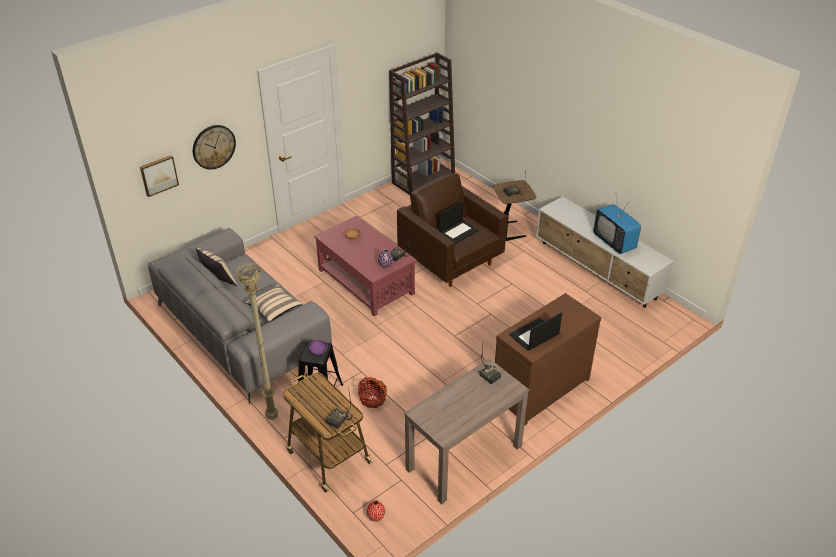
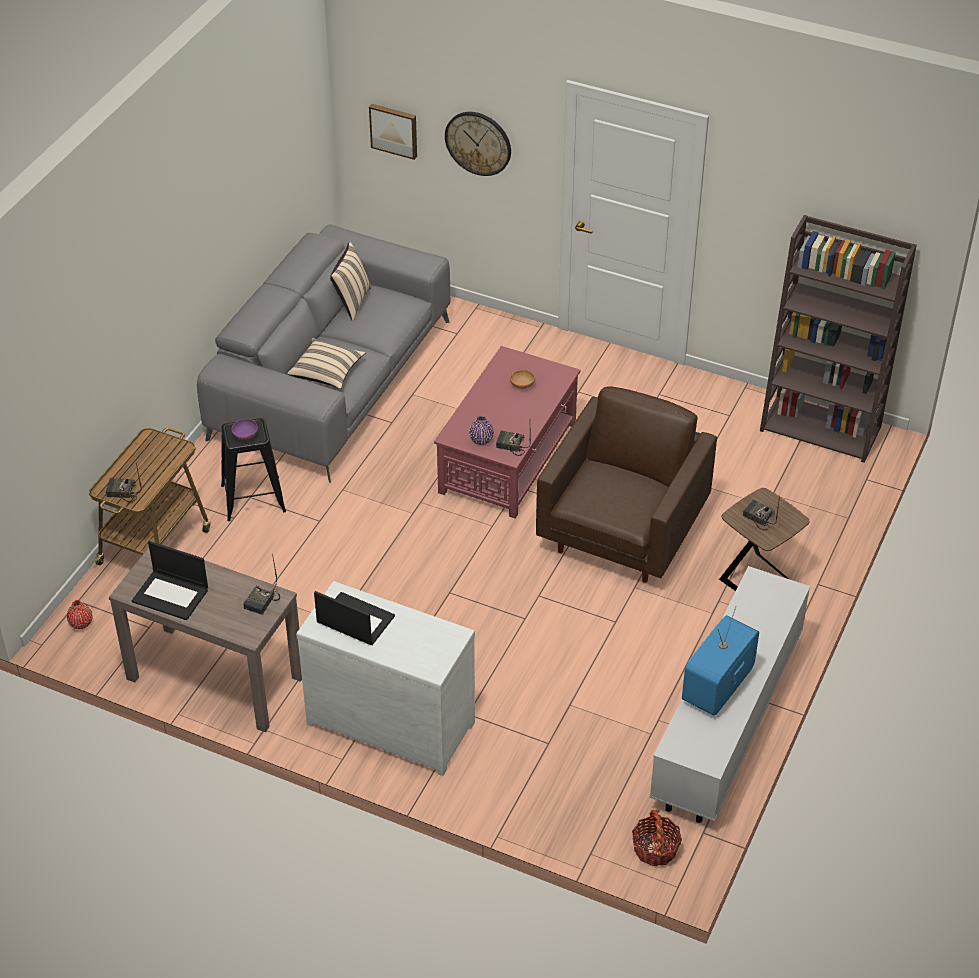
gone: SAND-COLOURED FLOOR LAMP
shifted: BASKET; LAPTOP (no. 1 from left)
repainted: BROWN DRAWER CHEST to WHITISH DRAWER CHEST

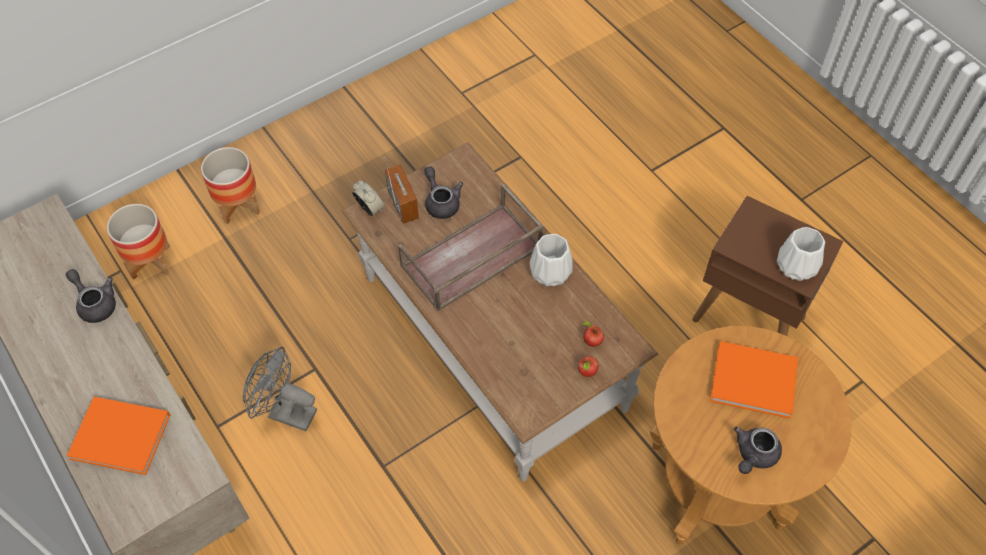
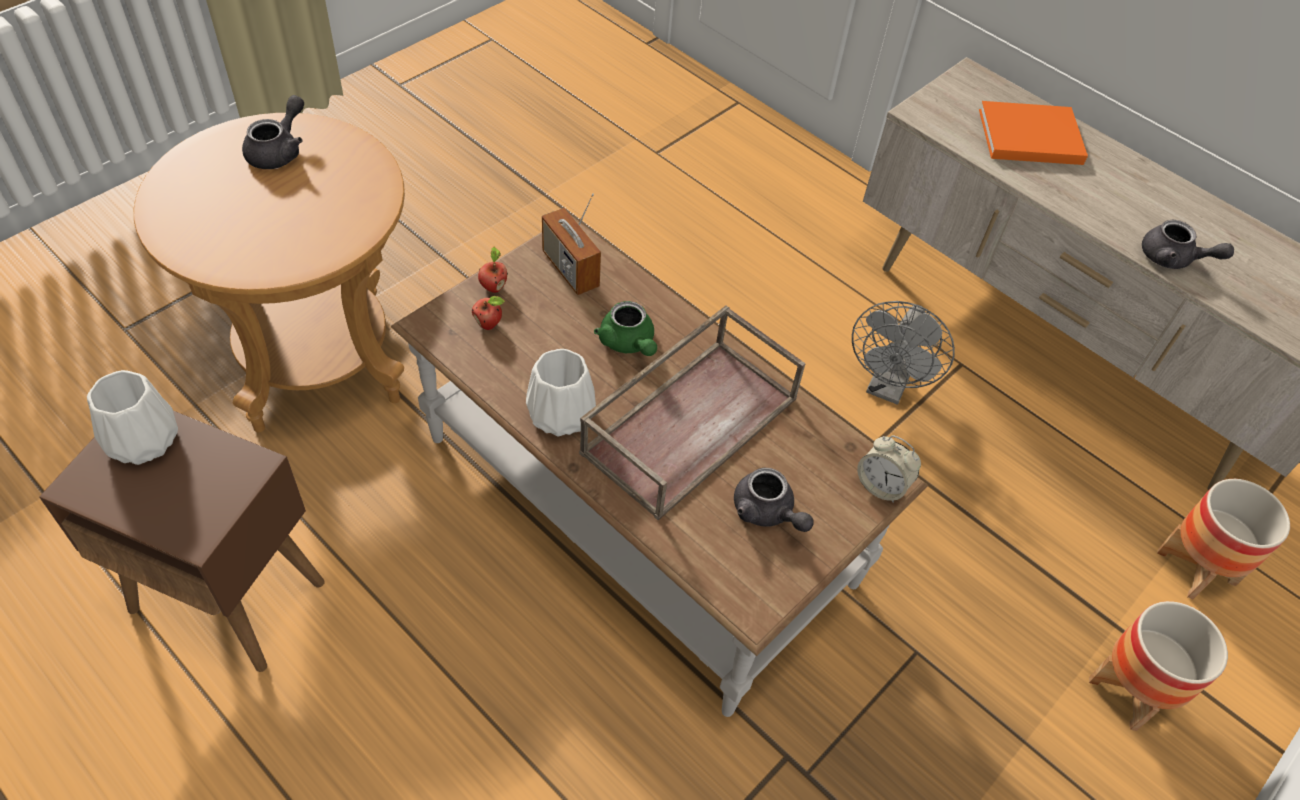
gone: ORANGE-COLOURED BOOK (no. 2 from left)
new: GREEN-COLOURED TEA POT
shifted: RADIO
rotated: GRAY COOLING FAN 105 degrees clockwise

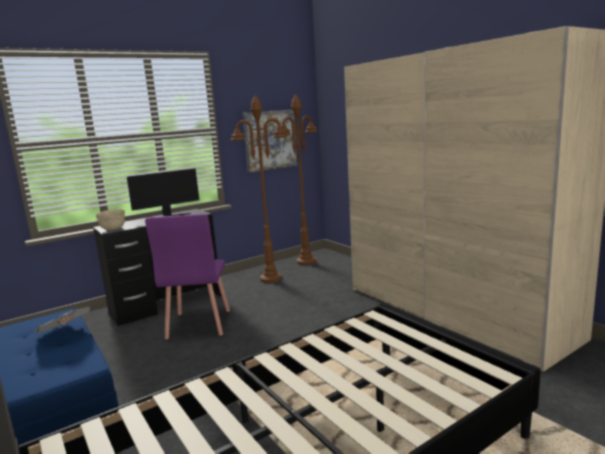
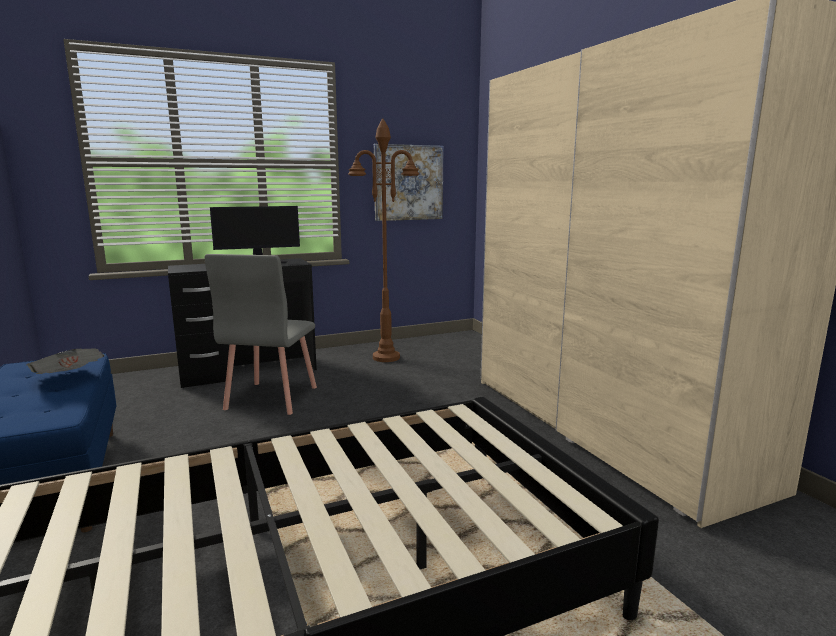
gone: SAND-COLOURED SERVING BOWL; BROWN FLOOR LAMP (no. 2 from left)
repainted: PURPLE UPRIGHT CHAIR to GRAY UPRIGHT CHAIR

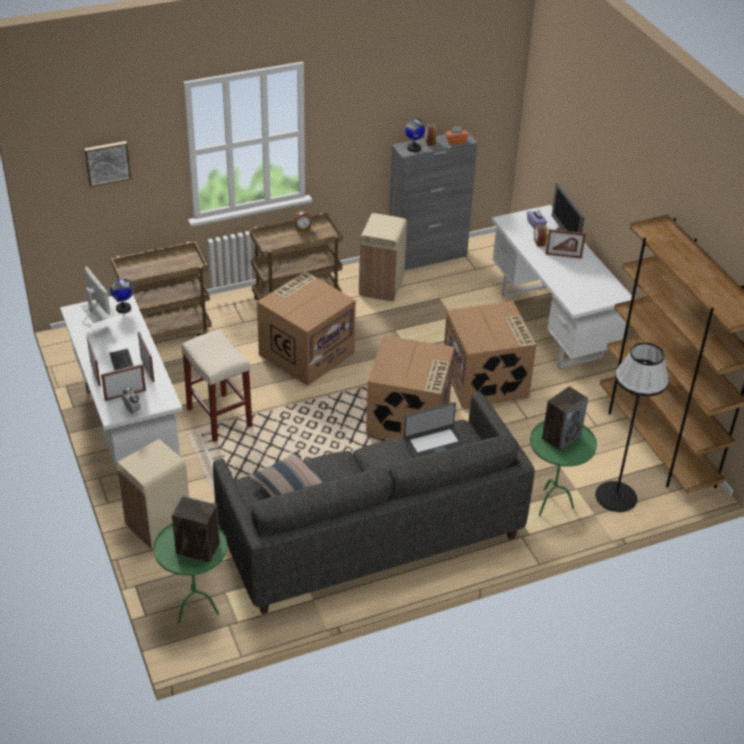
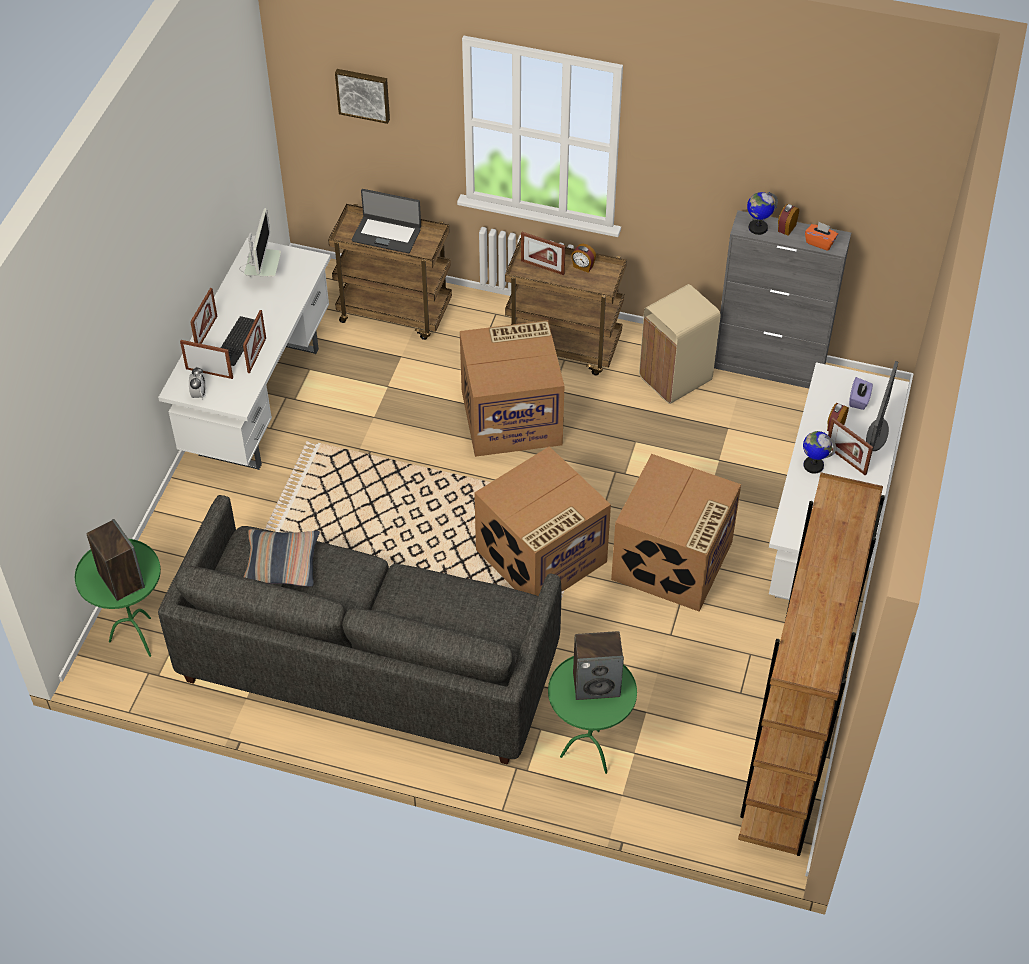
gone: SAND-COLOURED WASTE BIN (no. 1 from left); SAND-COLOURED SITTING STOOL; BLACK FLOOR LAMP
new: STANDING FRAME (no. 4 from left)
shifted: WORLD GLOBE (no. 1 from left in the first image) to WORLD GLOBE (no. 2 from left); LAPTOP

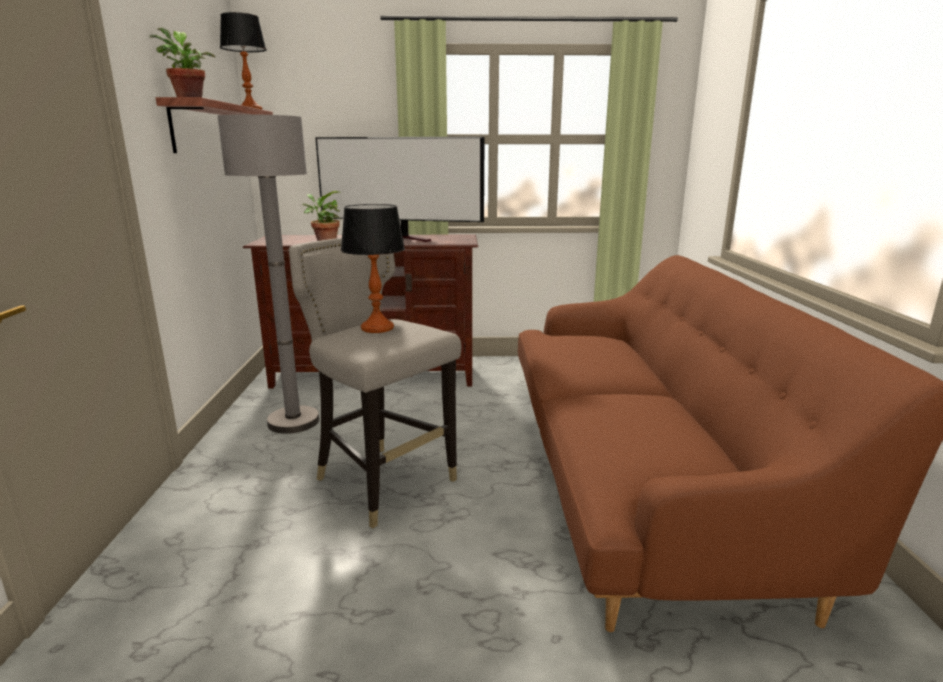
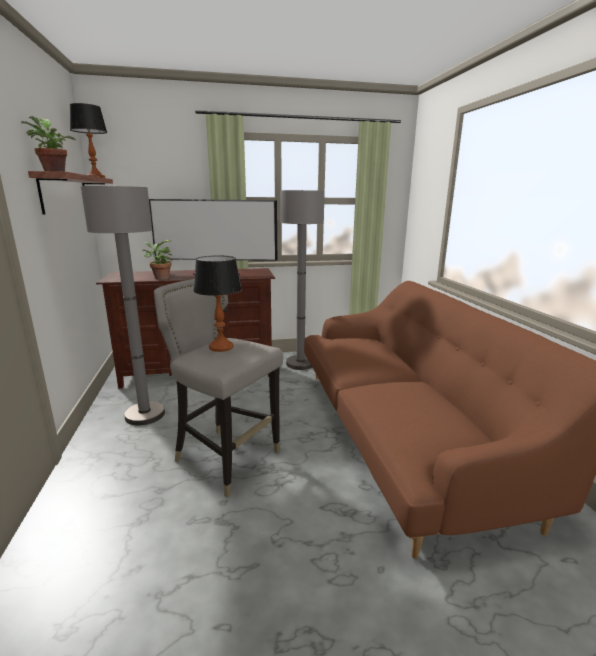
new: GRAY FLOOR LAMP (no. 2 from left)

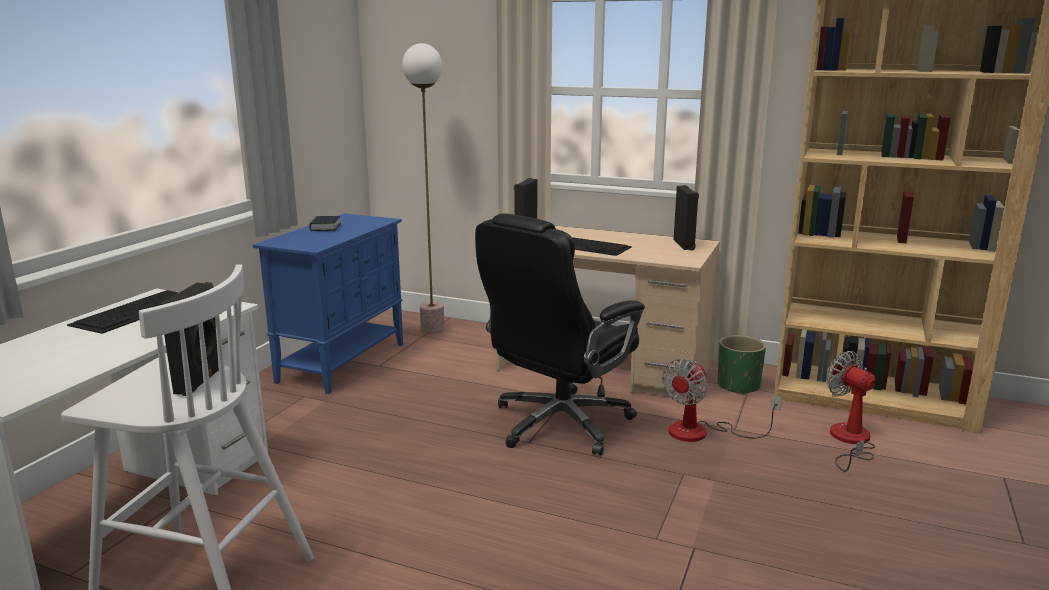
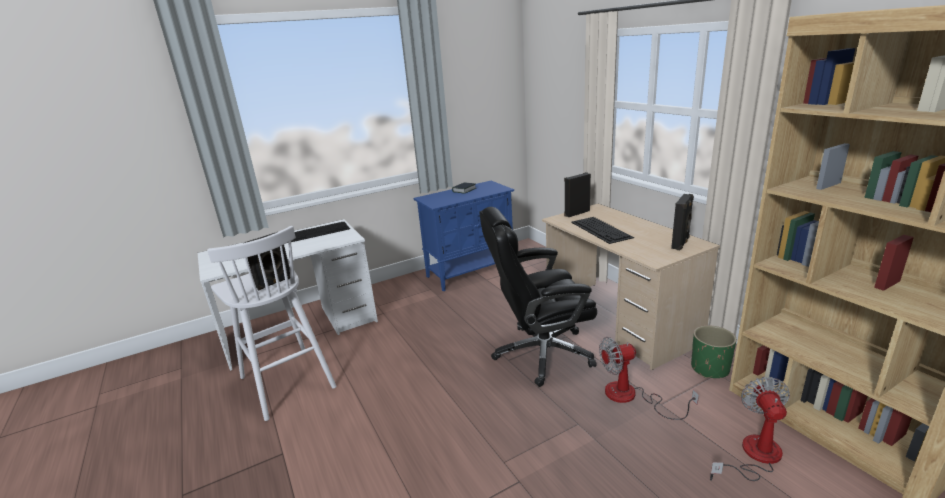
gone: FLOOR LAMP

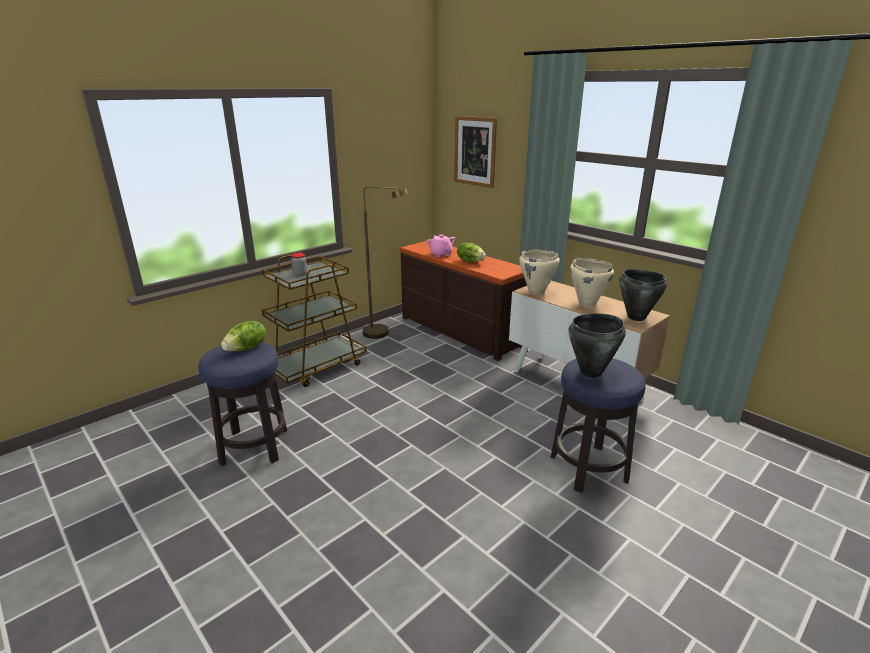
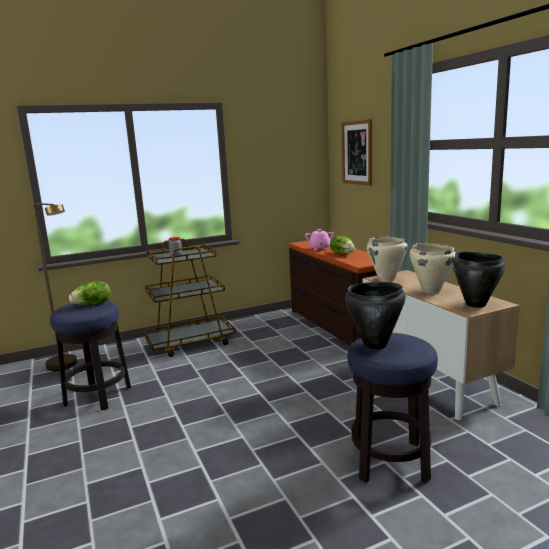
shifted: BROWN FLOOR LAMP

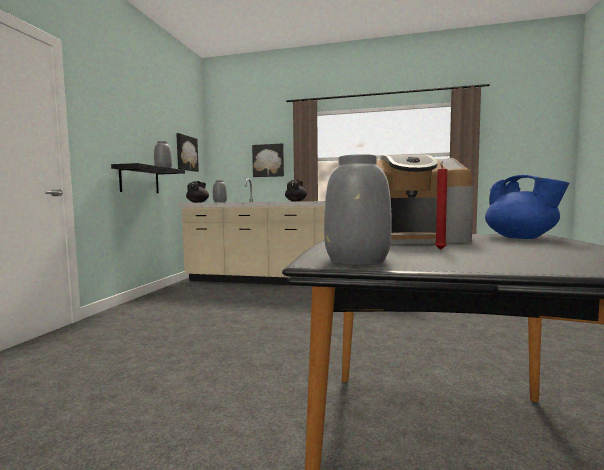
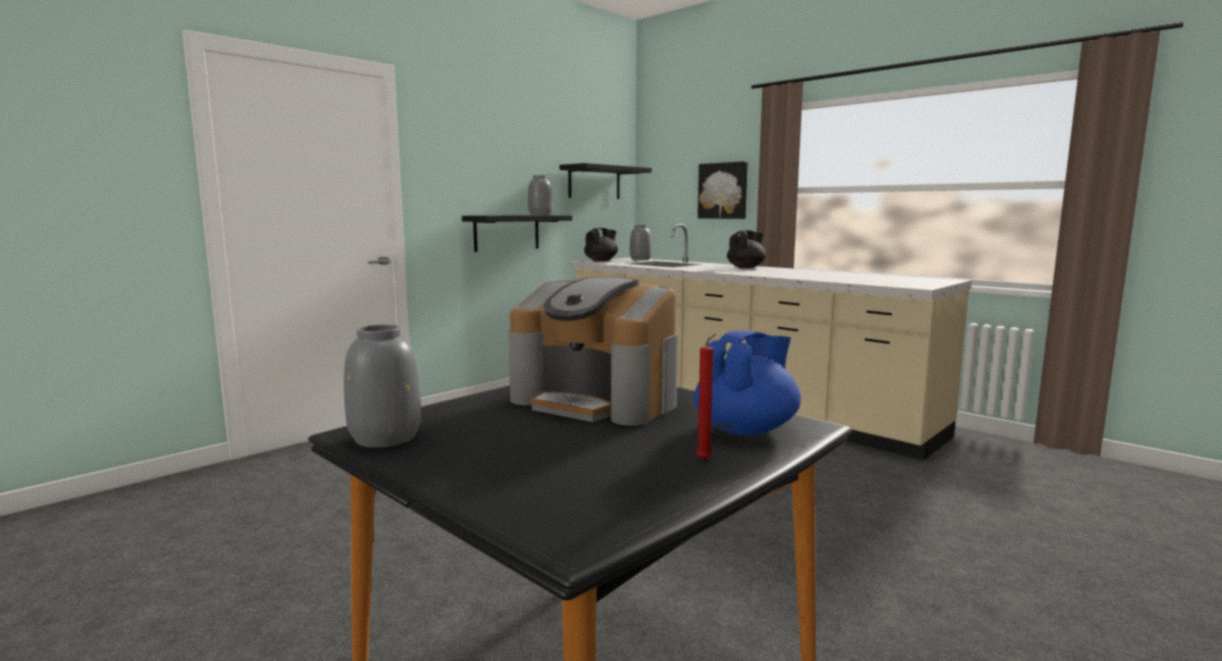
shifted: RED WAX CANDLE
swapped: WALL PICTURE (no. 1 from left) to BLACK BRACKET SHELF (no. 2 from left)
rotated: BLUISH TEA POT 135 degrees counterclockwise

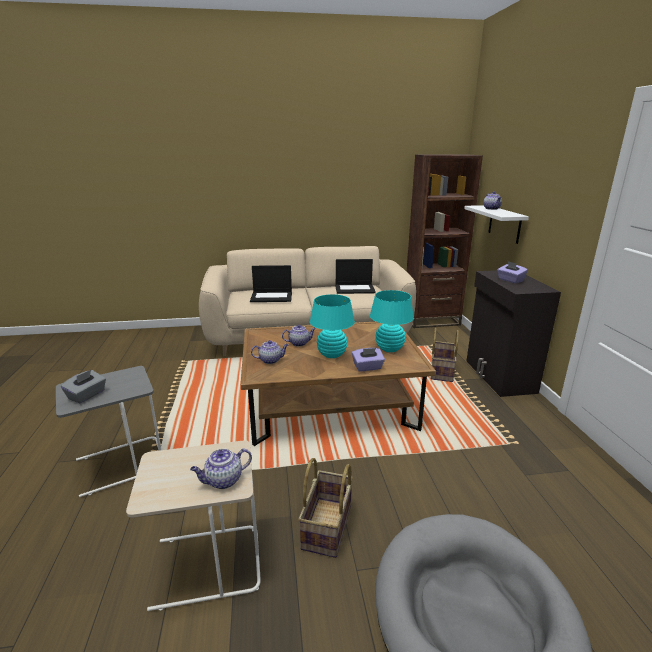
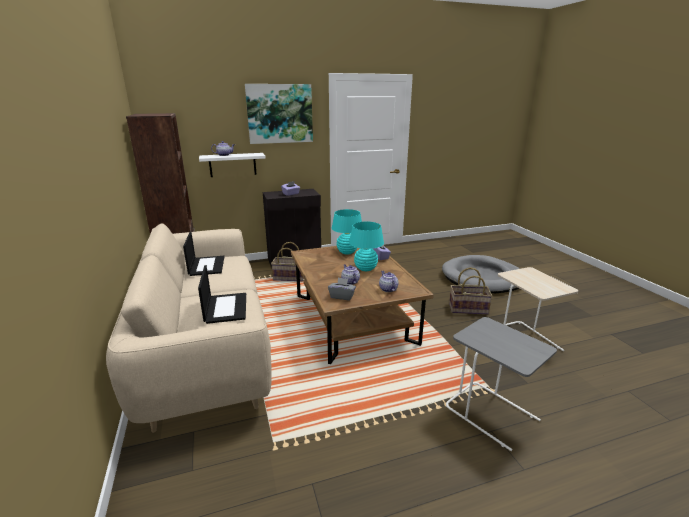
gone: TEA POT (no. 1 from left)
new: WALL PICTURE
shifted: GRAY BOX OF TISSUES

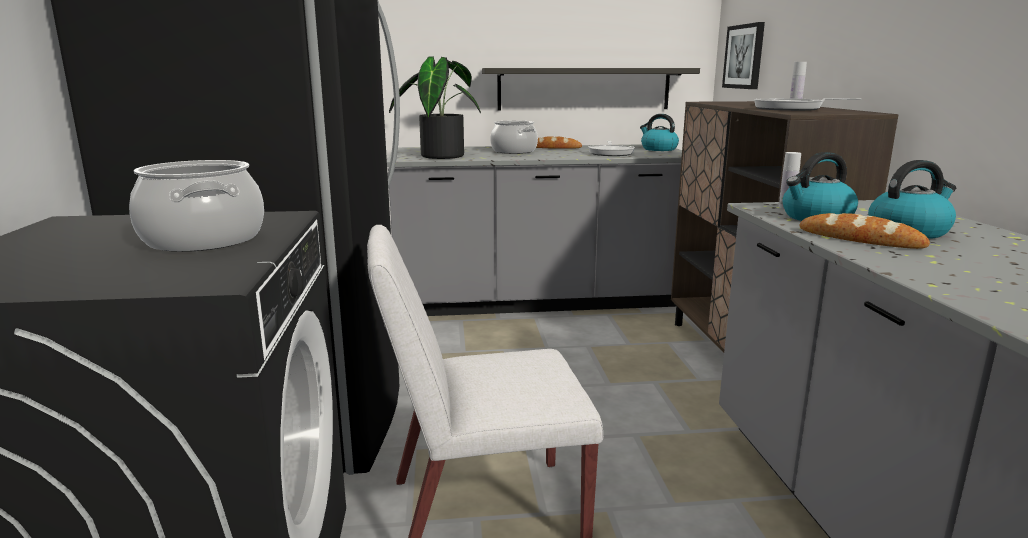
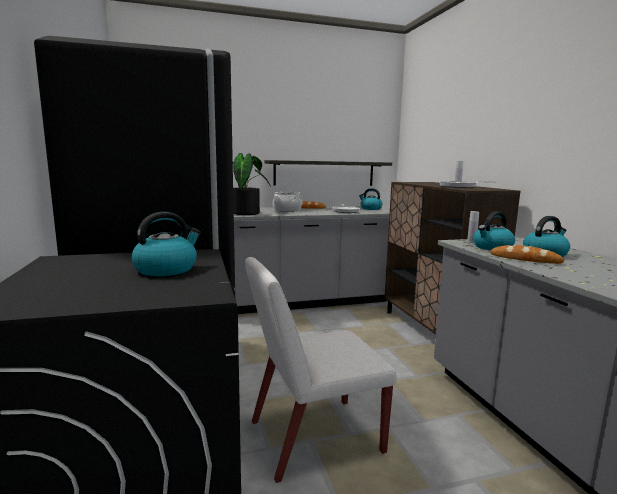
gone: WALL PICTURE
swapped: SAUCEPOT (no. 1 from left) to WATER KETTLE (no. 1 from left)

